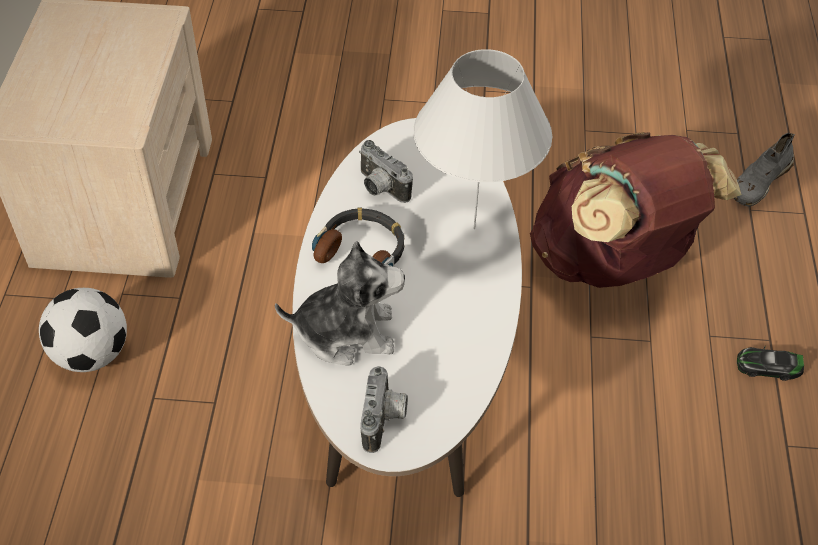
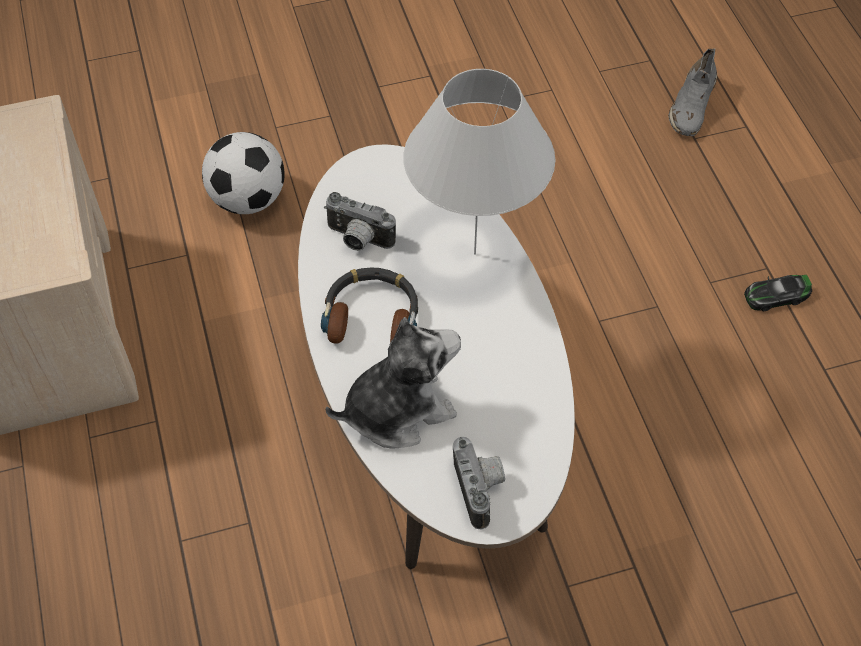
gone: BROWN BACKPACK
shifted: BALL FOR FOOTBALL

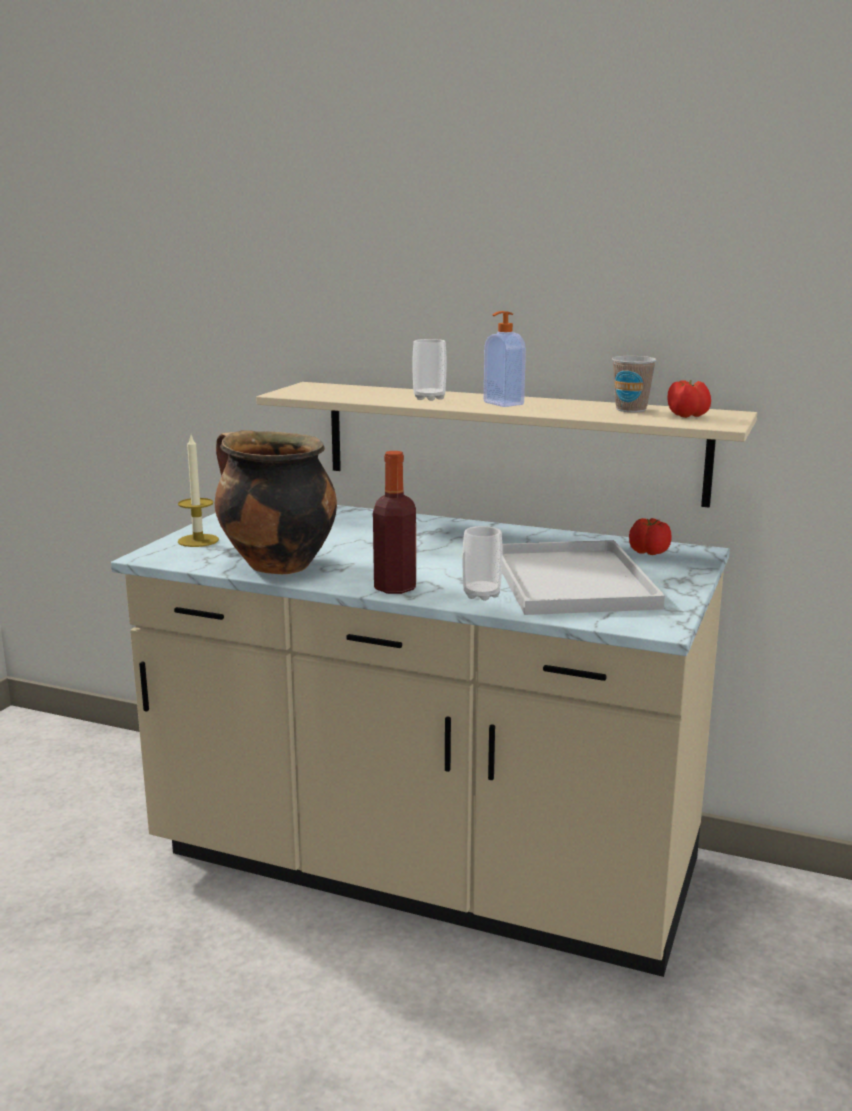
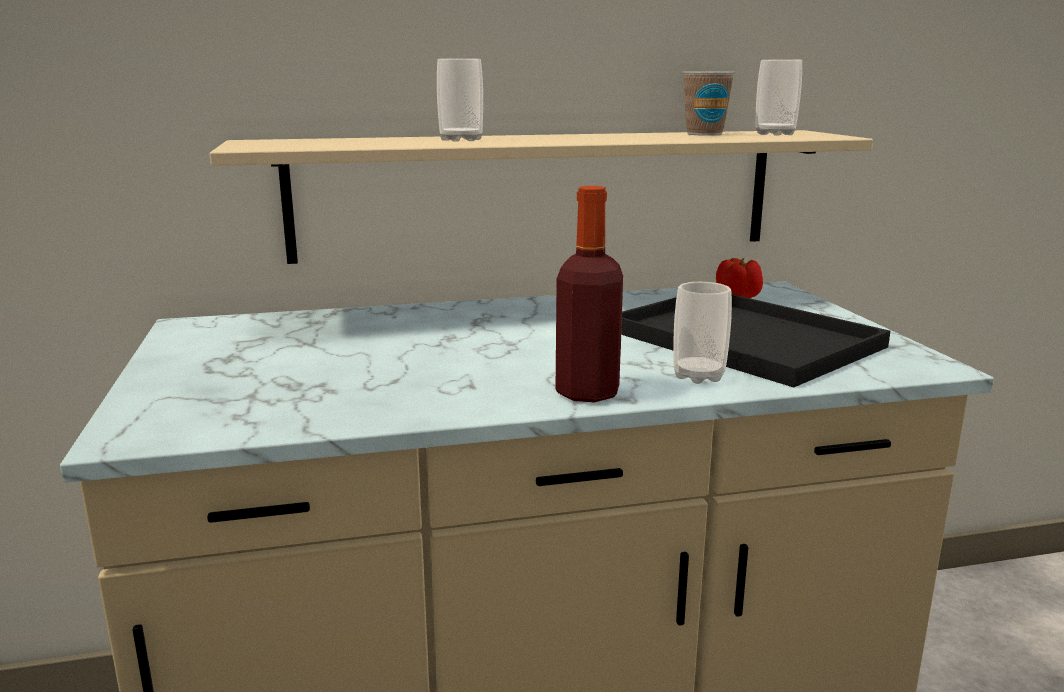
gone: WAX CANDLE; SAUCEPOT; LIQUID SOAP BOTTLE
swapped: WHOLE TOMATO (no. 2 from left) to CUP (no. 4 from left)
repainted: WHITISH SERVING TRAY to BLACK SERVING TRAY

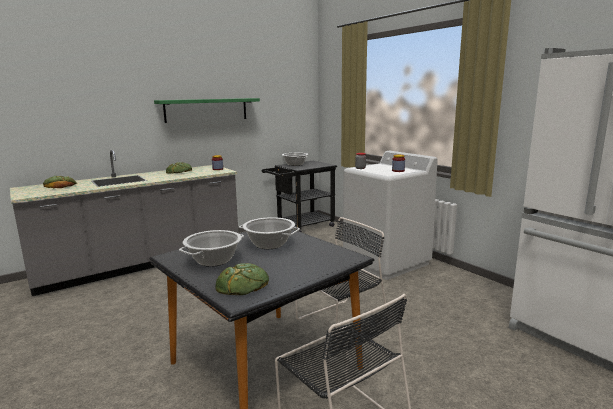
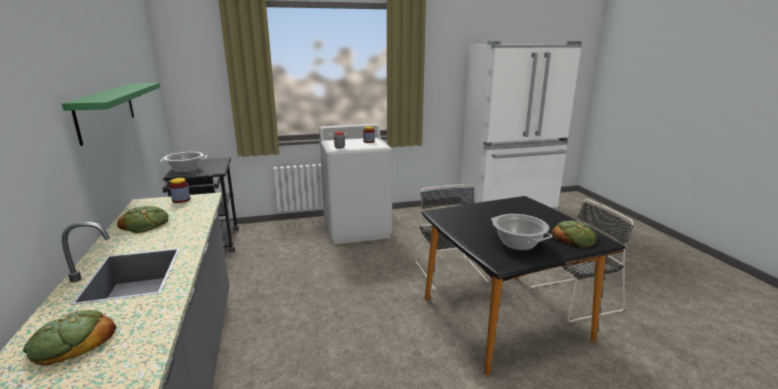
gone: SAUCEPOT (no. 2 from left)

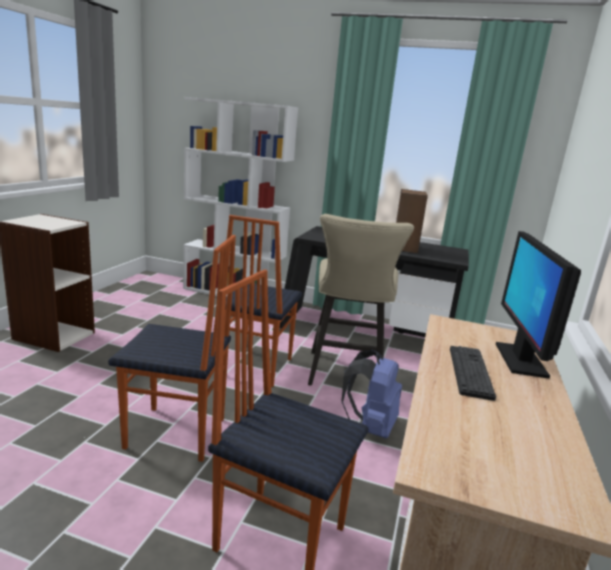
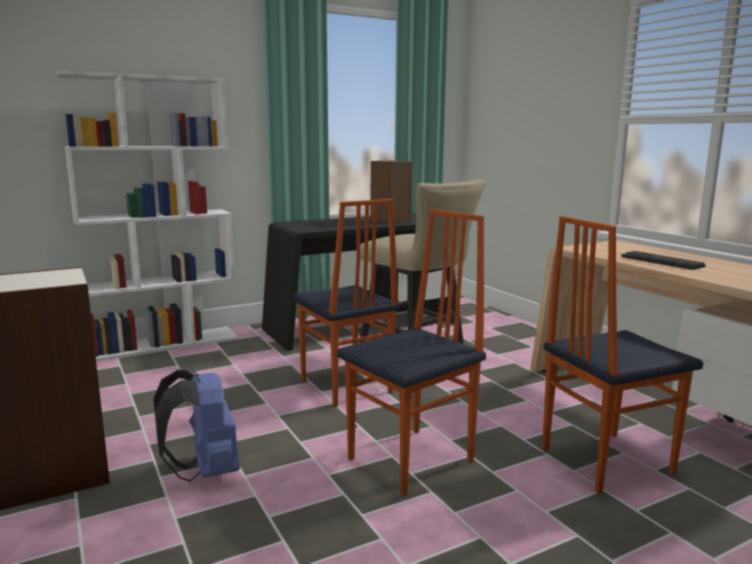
gone: COMPUTER SCREEN
shifted: BLUISH BACKPACK

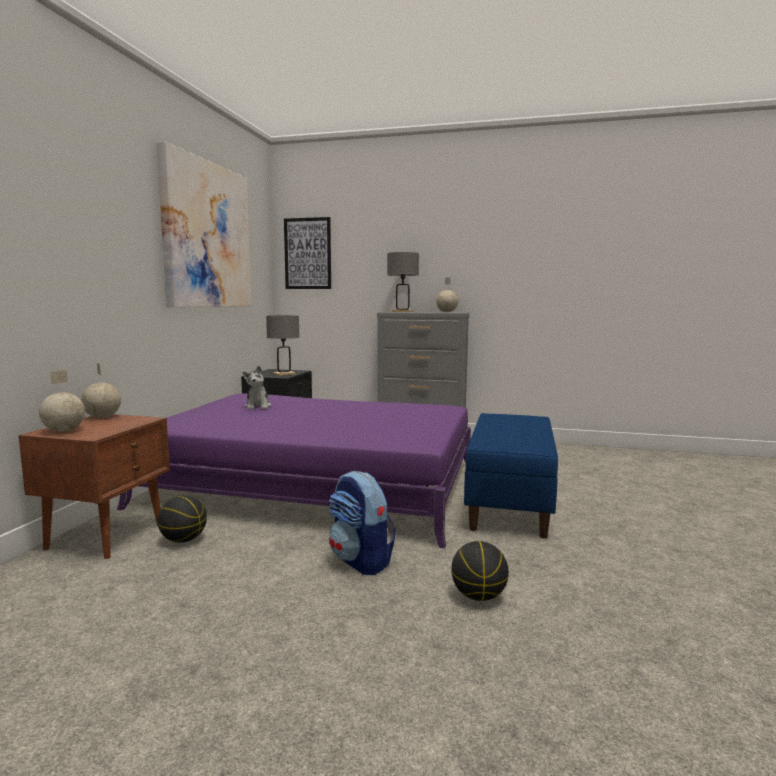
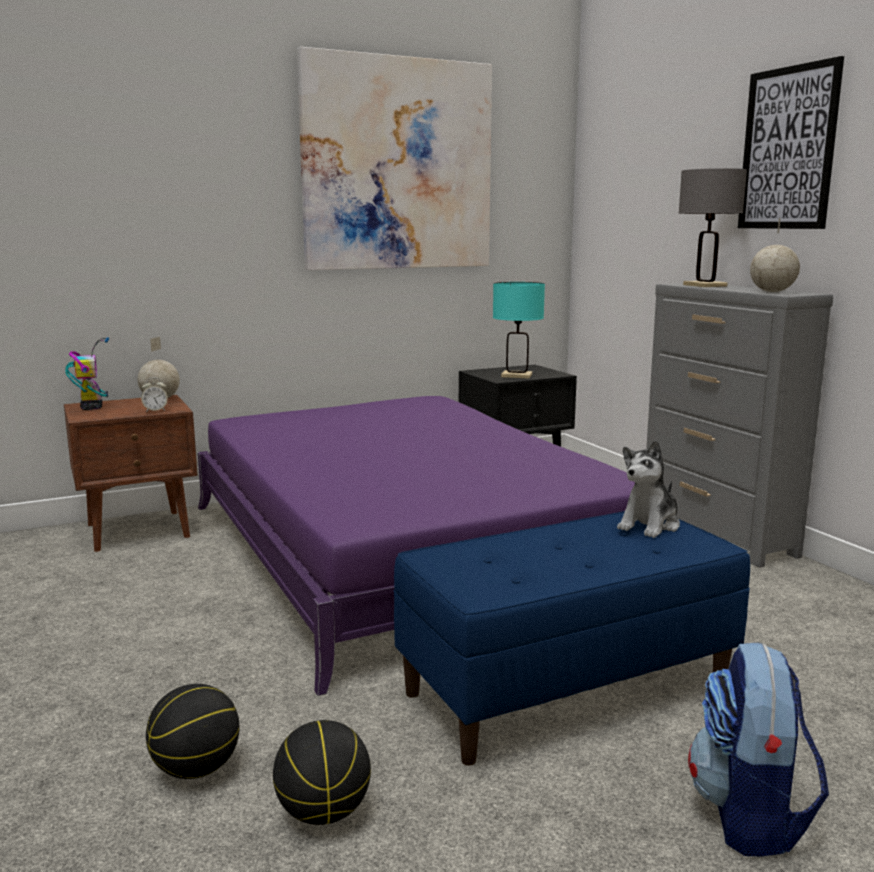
new: TABLE CLOCK
shifted: BALL FOR BASKETBALL (no. 1 from left in the first image) to BALL FOR BASKETBALL (no. 2 from left); SOFT TOY; WALL PICTURE (no. 2 from left); BACKPACK
swapped: WORLD GLOBE (no. 1 from left) to MODEL ROBOT
repainted: GRAY TABLETOP LAMP (no. 1 from left) to TURQUOISE-COLOURED TABLETOP LAMP

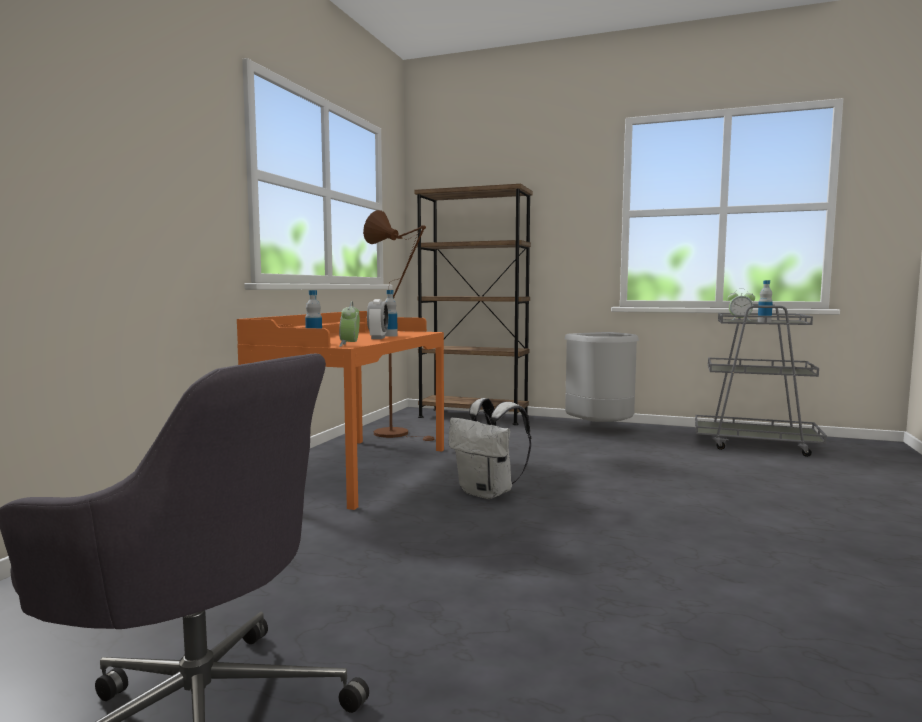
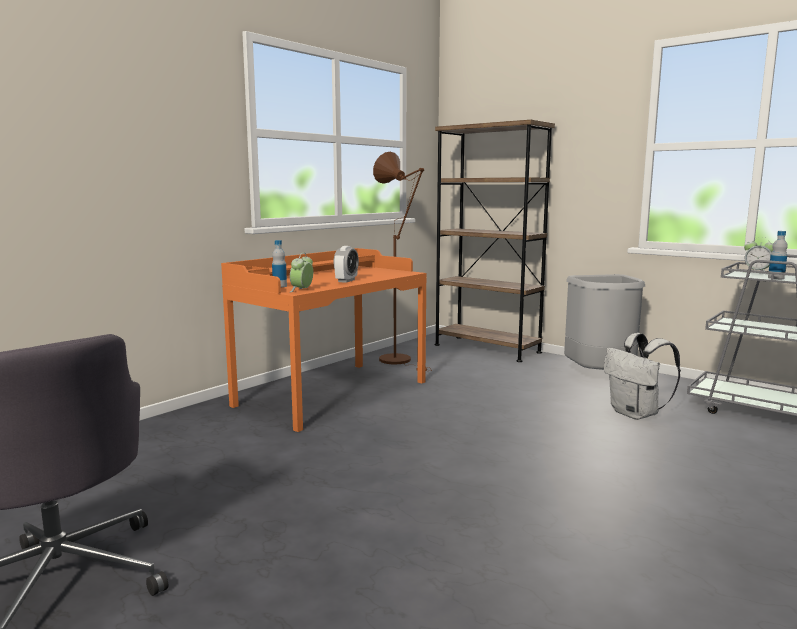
gone: BOTTLE (no. 2 from left)
shifted: WHITISH BACKPACK

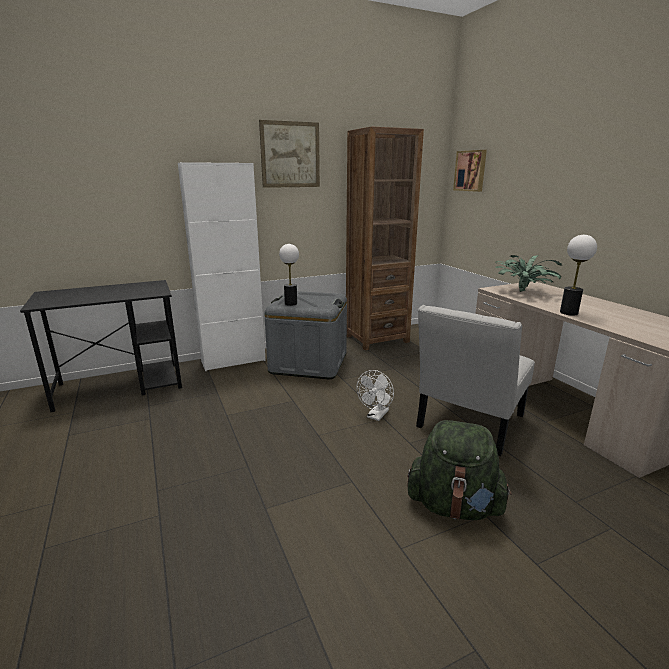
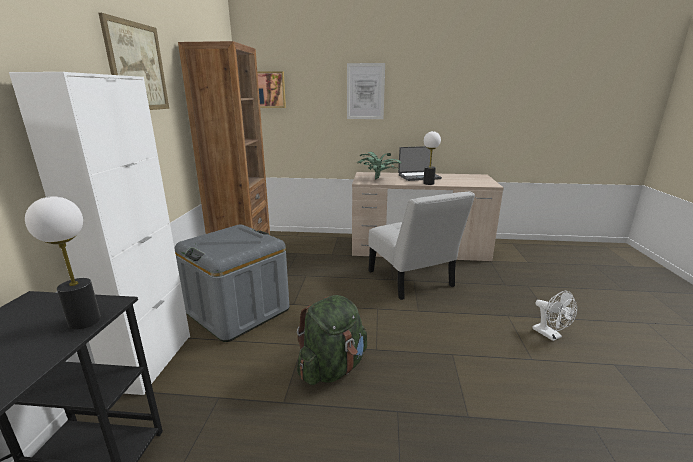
new: WALL PICTURE (no. 3 from left); LAPTOP
shifted: TABLETOP LAMP (no. 1 from left); WHITISH COOLING FAN; GREEN-COLOURED BACKPACK

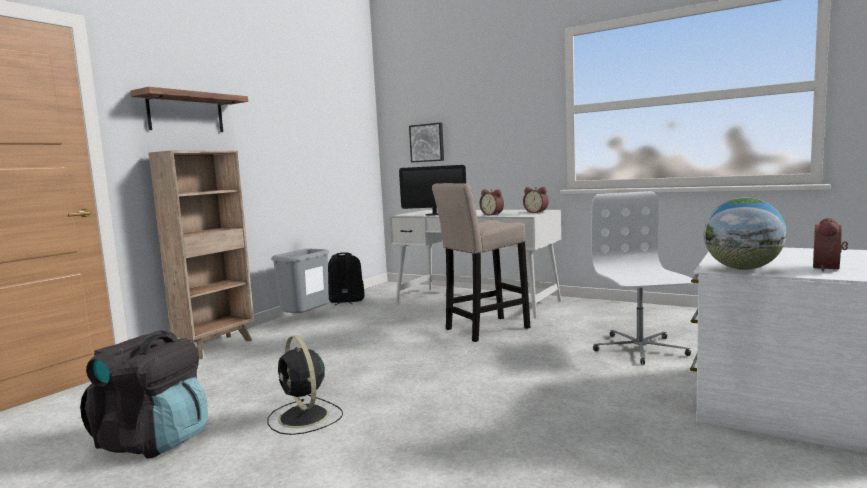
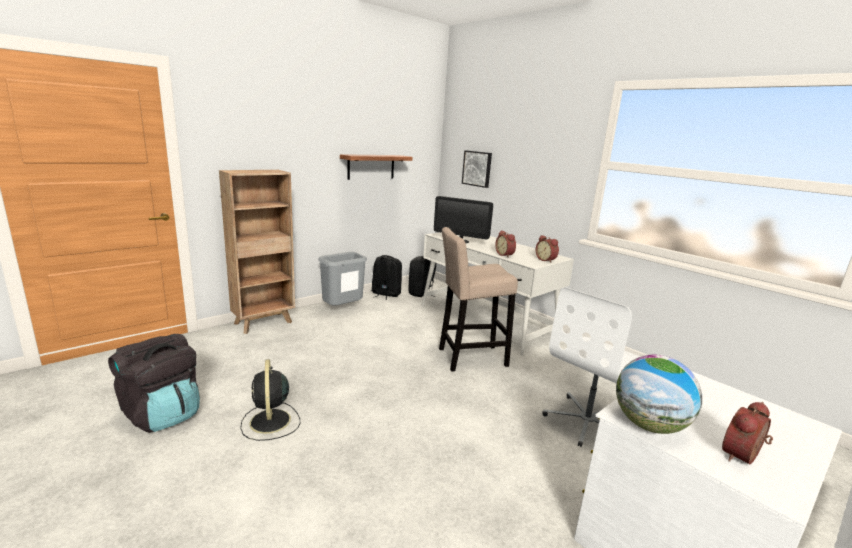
new: BLACK BACKPACK (no. 3 from left)
shifted: BRACKET SHELF
rotated: WHITISH COMPUTER CHAIR 150 degrees counterclockwise

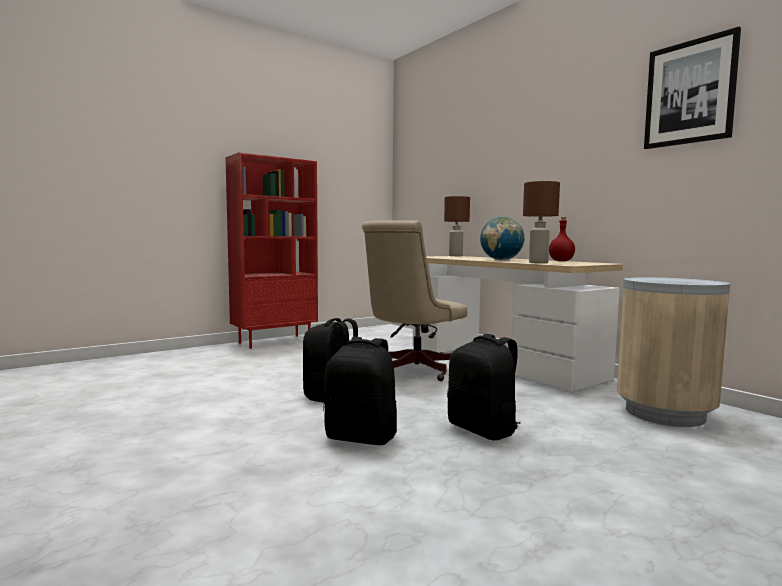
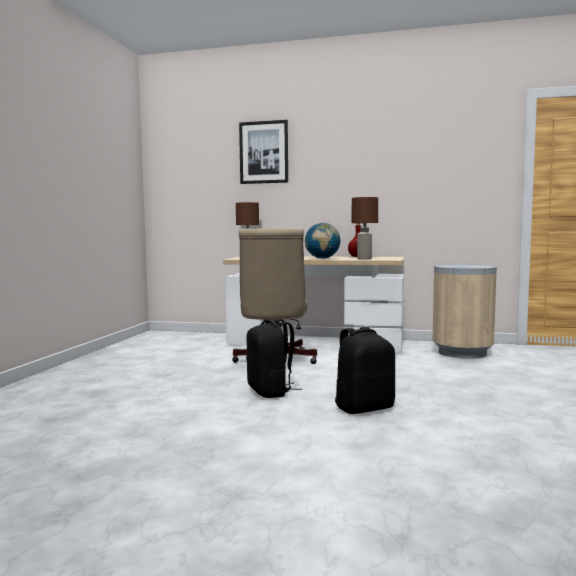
gone: RED SHELVING UNIT; BLACK BACKPACK (no. 3 from left)
shifted: WALL PICTURE

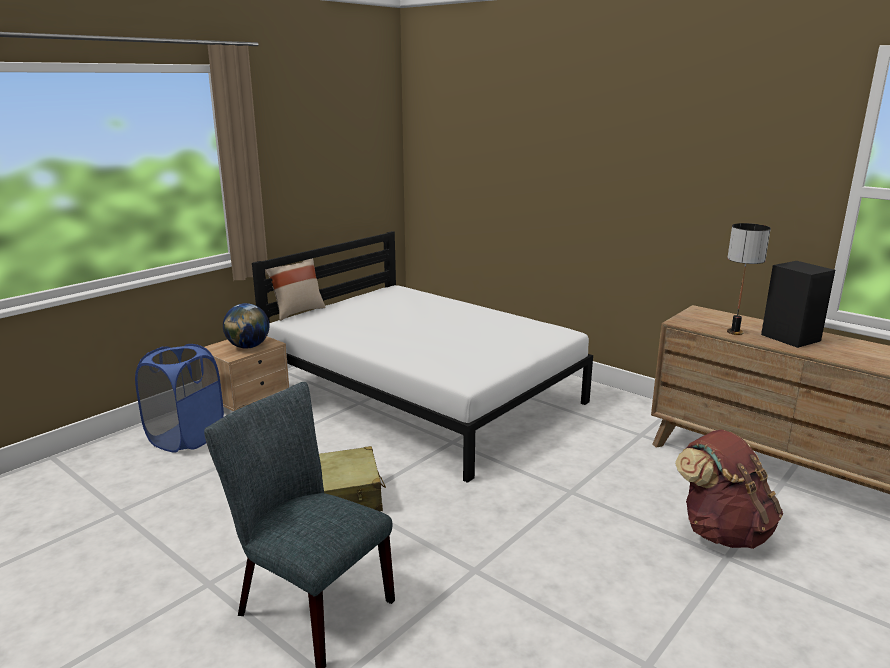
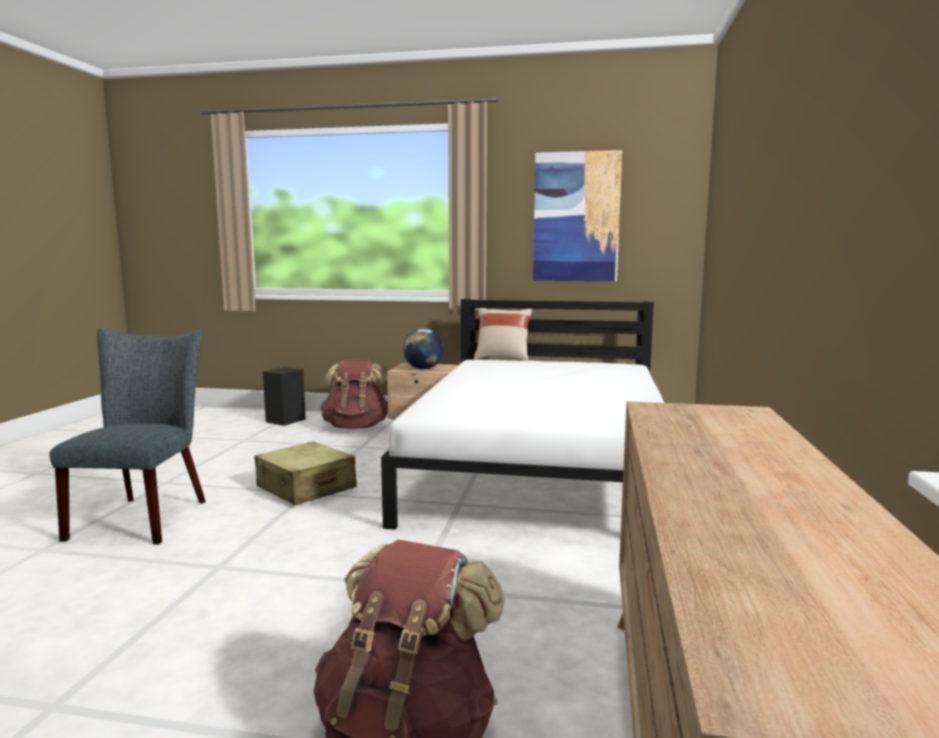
gone: TABLETOP LAMP
new: WALL PICTURE
shifted: BLACK AUDIO SPEAKER
swapped: BLUISH HAMPER to BROWN BACKPACK (no. 1 from left)

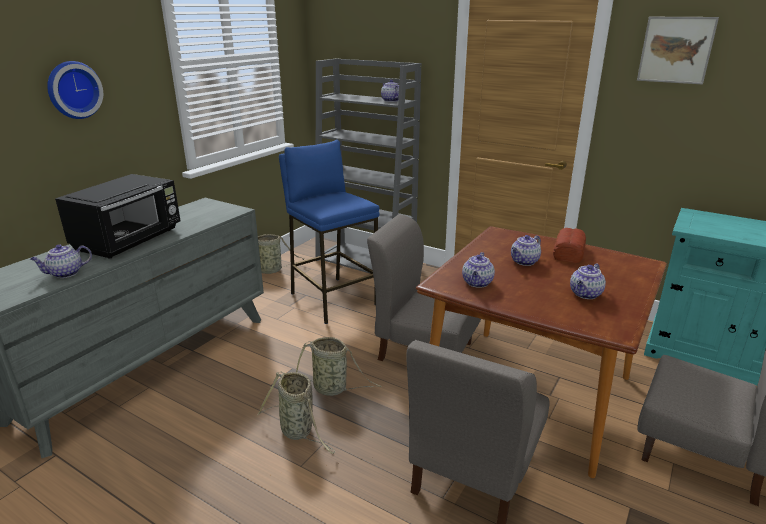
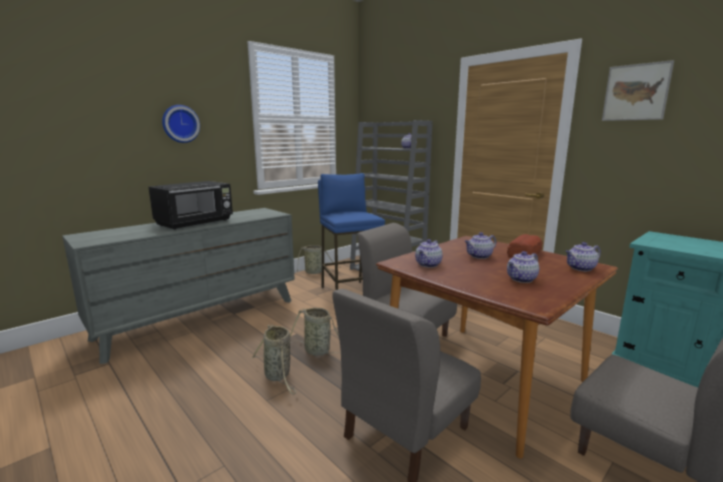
shifted: TEA POT (no. 1 from left in the first image) to TEA POT (no. 5 from left)

